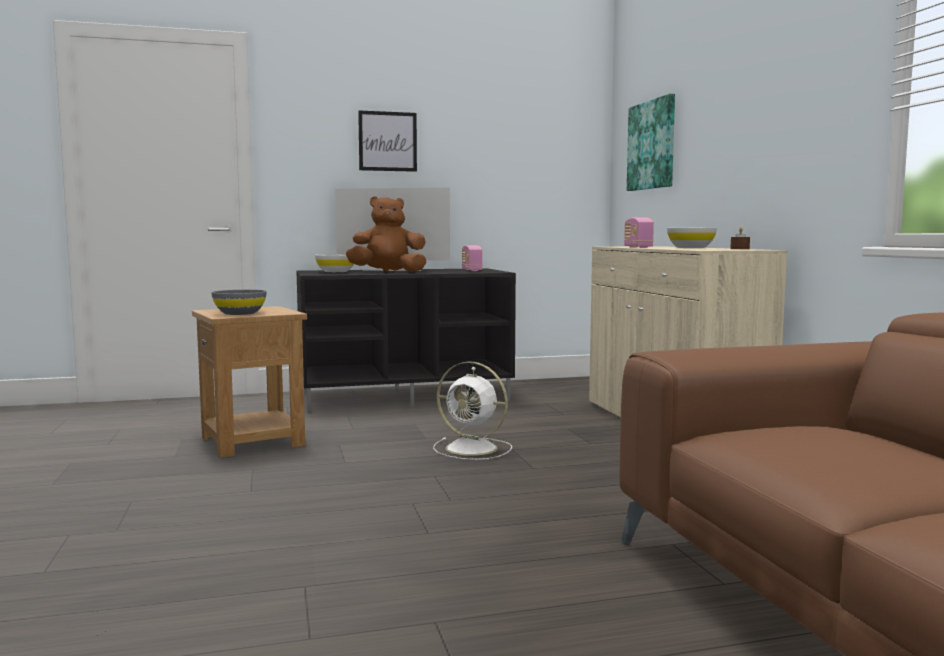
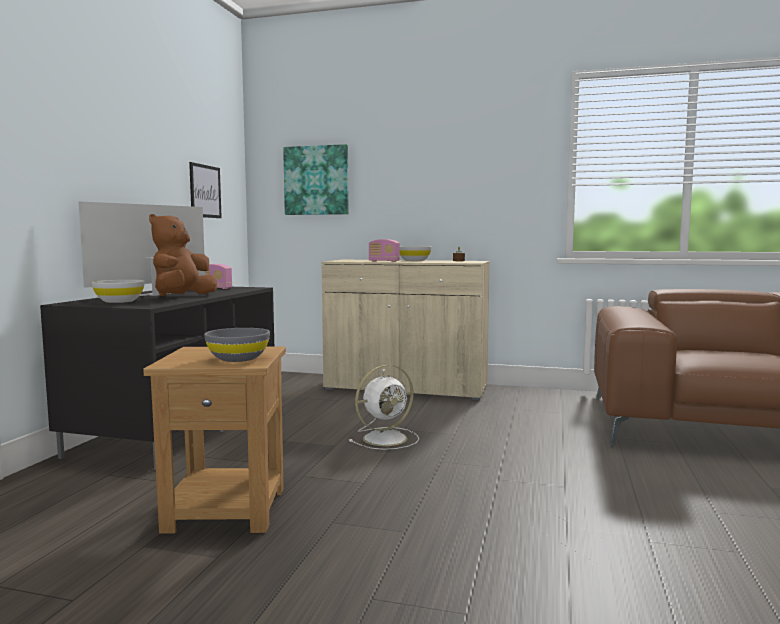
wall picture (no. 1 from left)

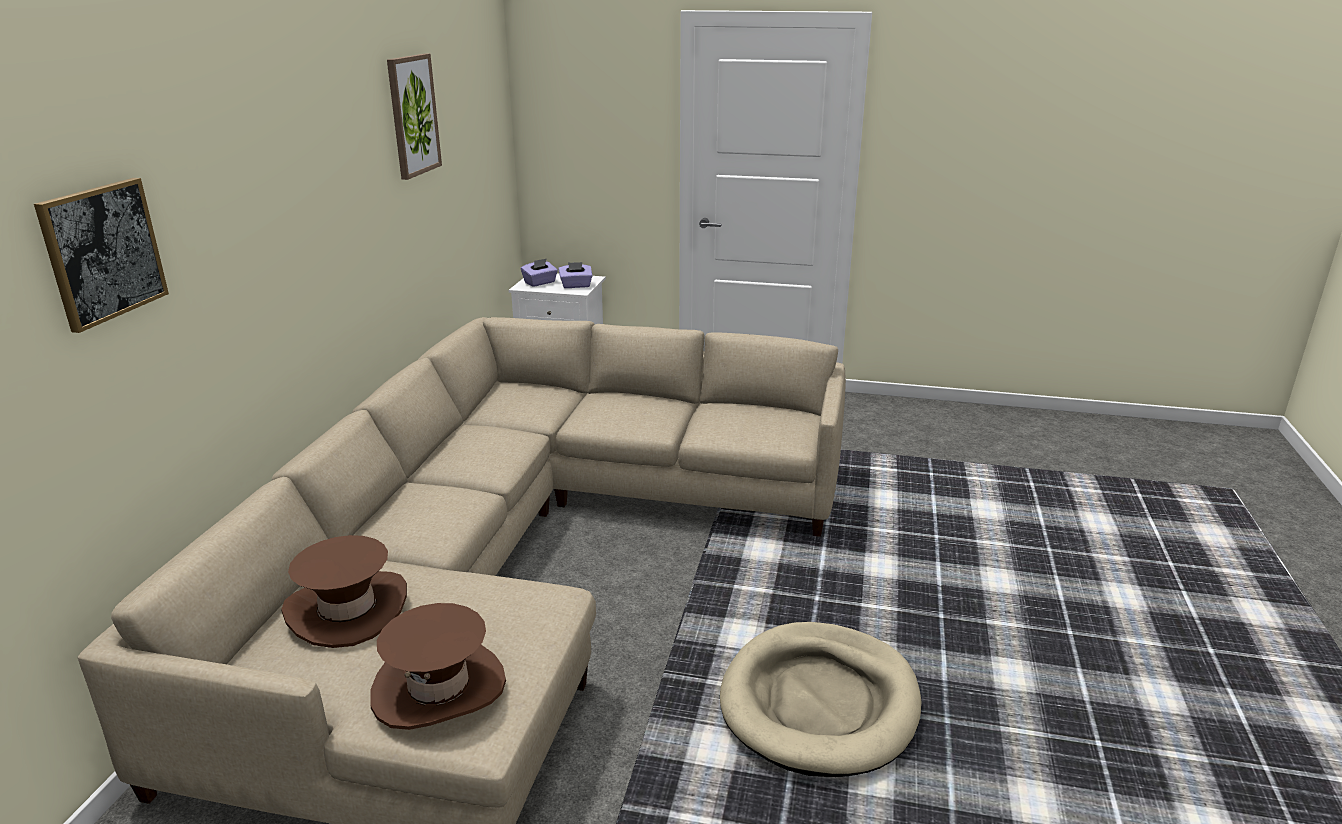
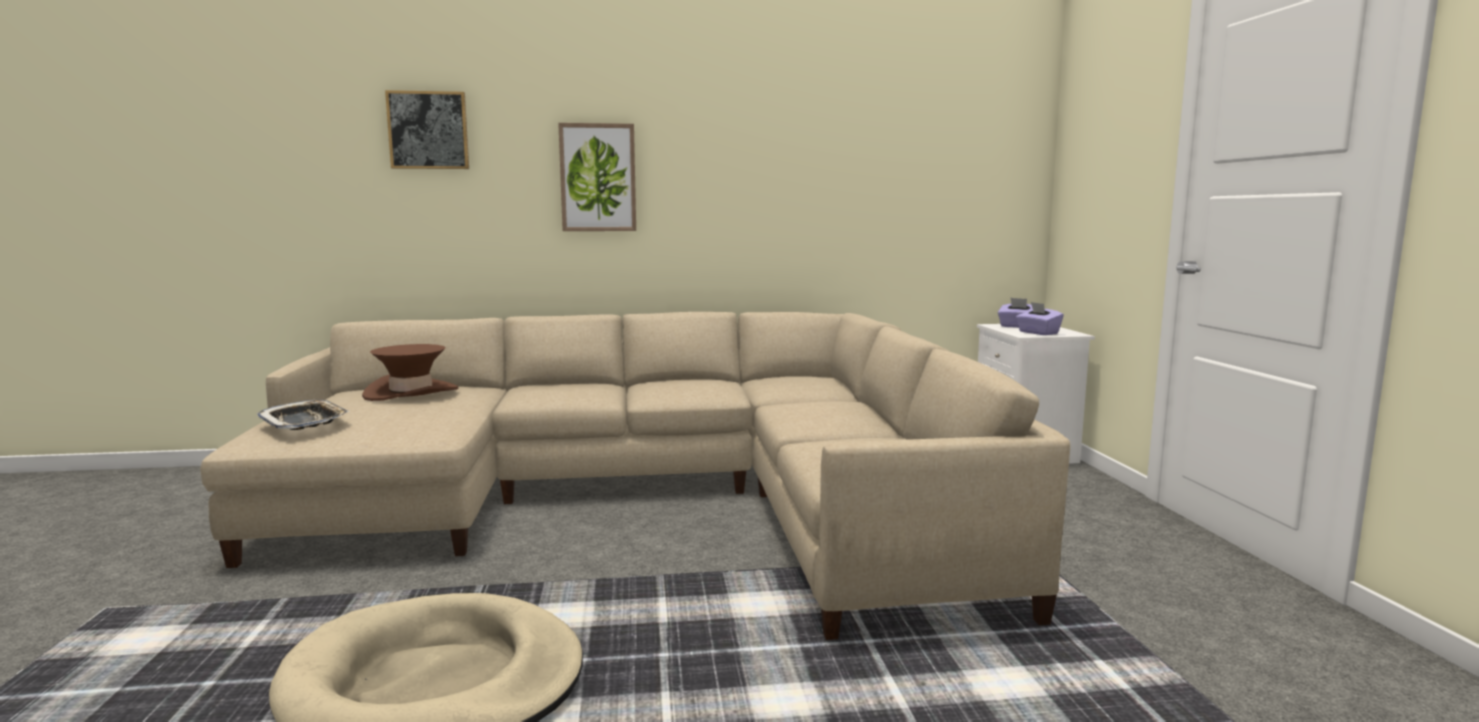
wall picture (no. 2 from left)
tray

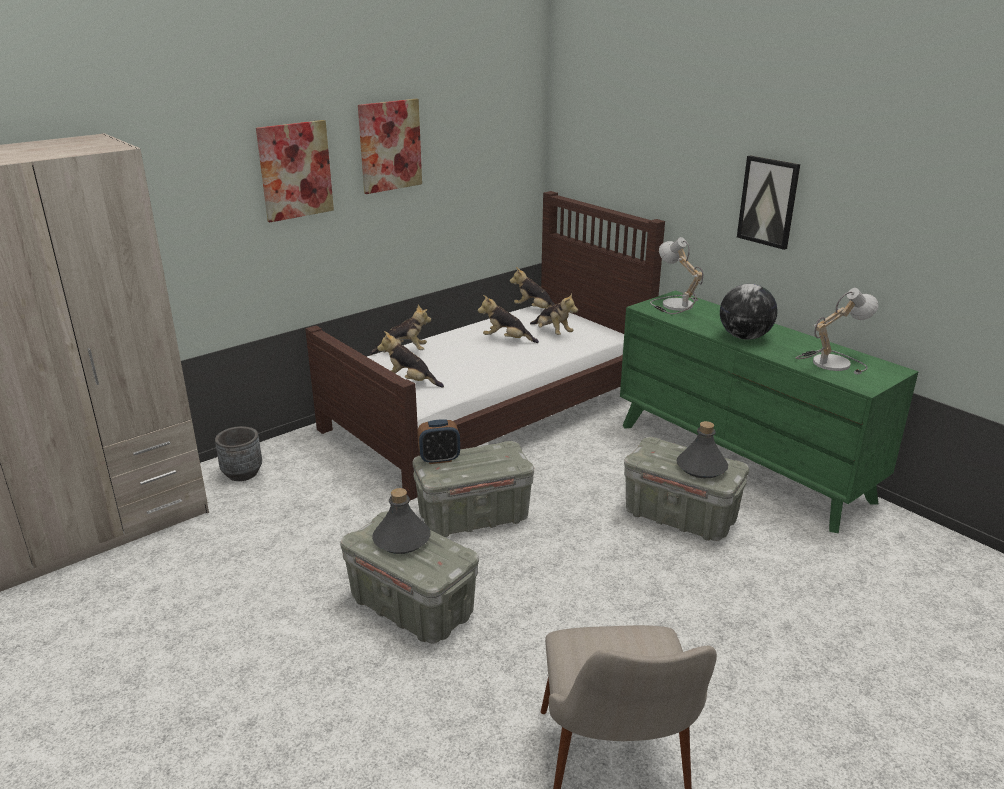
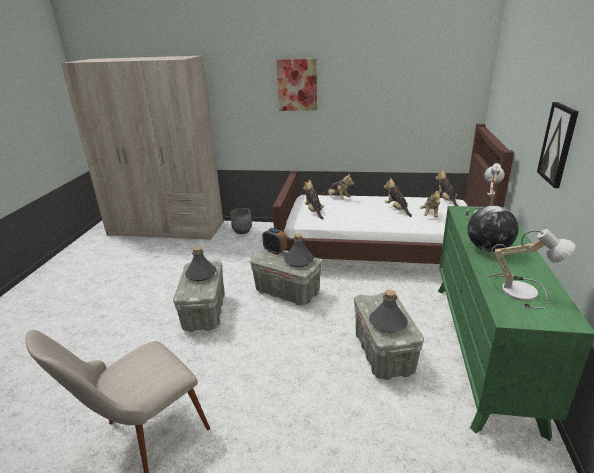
wall picture (no. 2 from left in the first image)
drink bottle (greyish) (no. 2 from left)

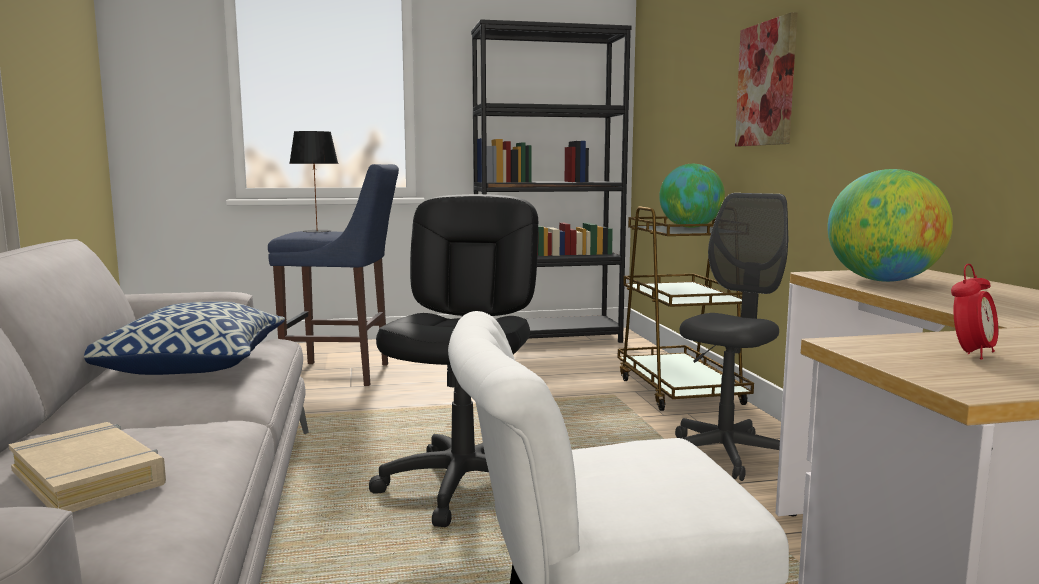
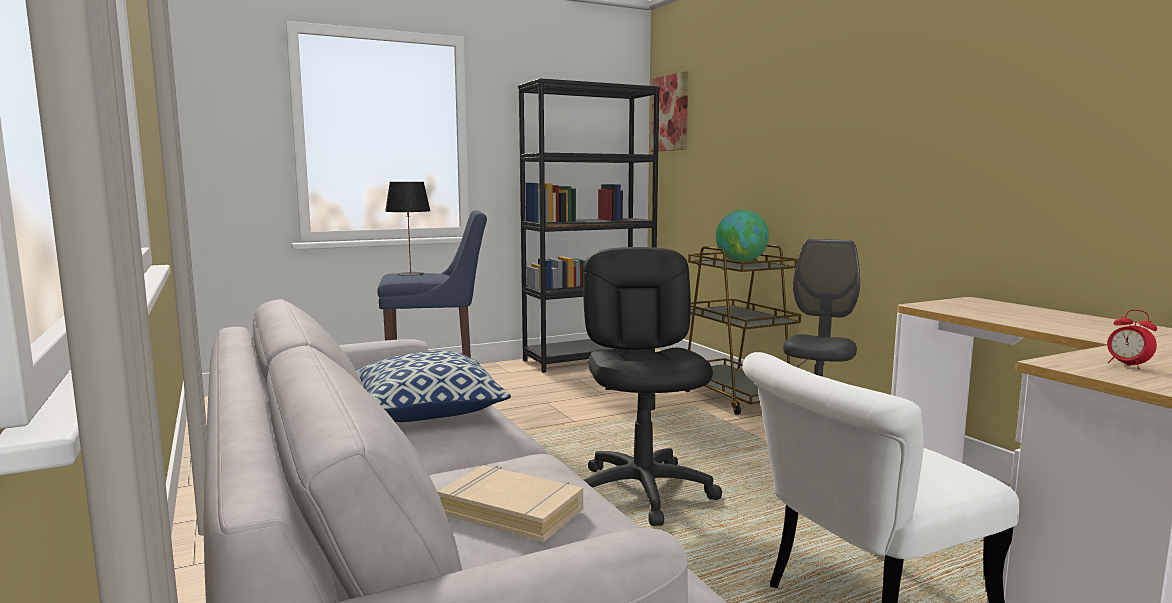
wall picture
desk globe (no. 2 from left in the first image)
table clock

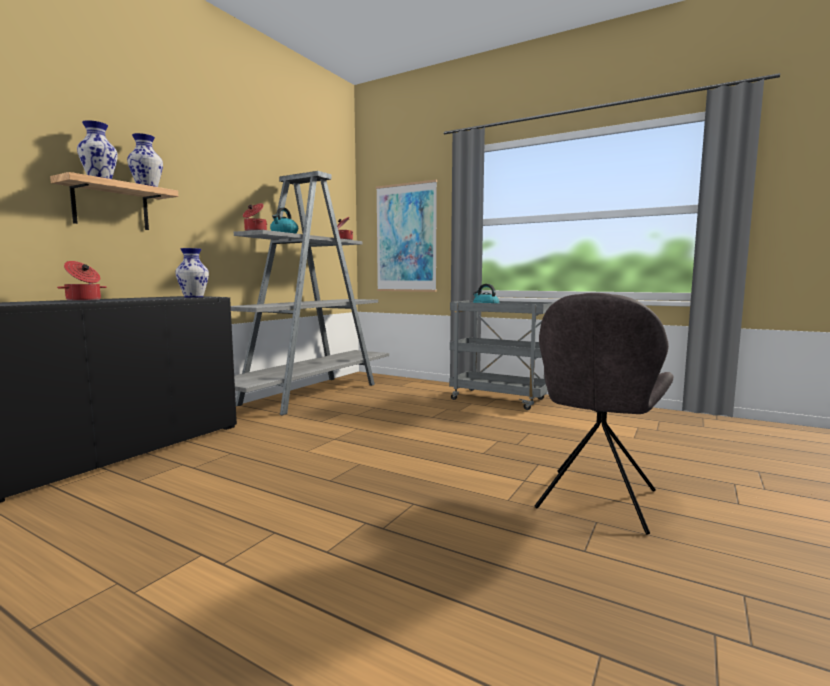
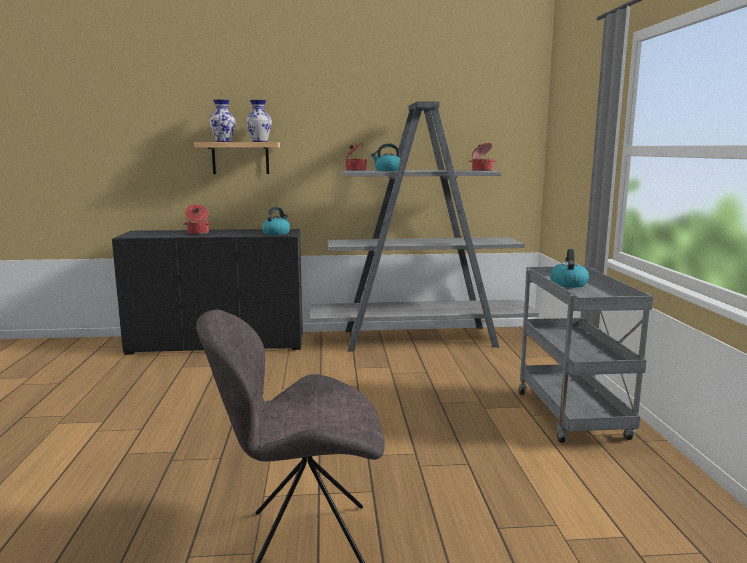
wall picture
kettle (no. 1 from left)

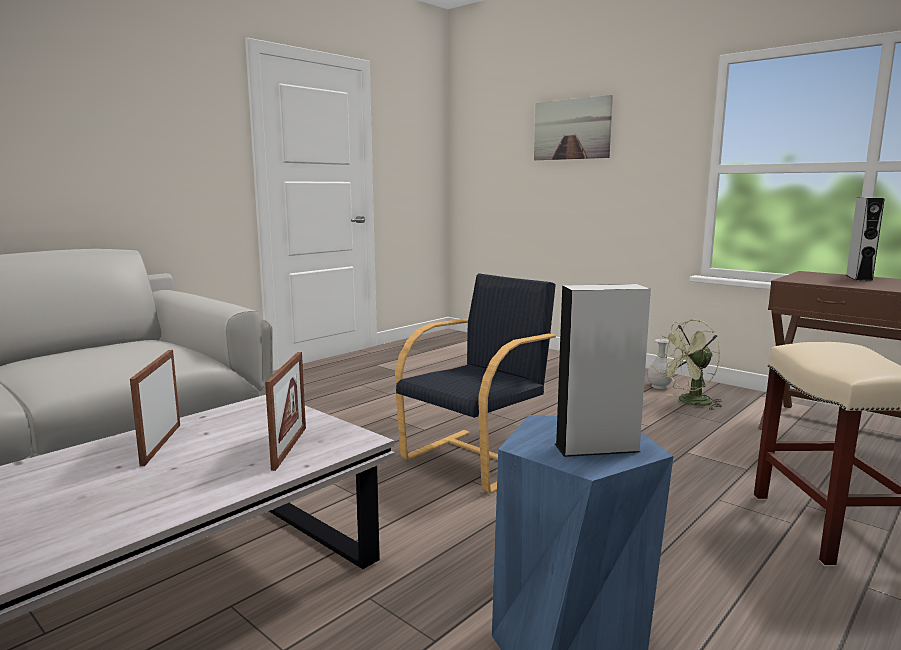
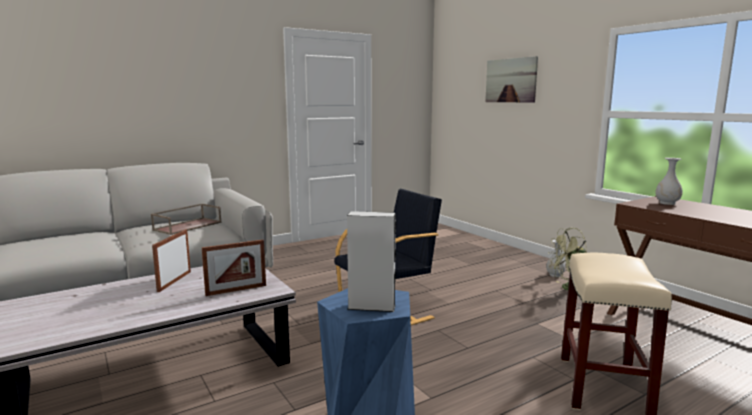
loudspeaker (greyish) (no. 2 from left in the first image)
photo frame (no. 2 from left)
vase (whitish) (no. 2 from left)
tray (brown)

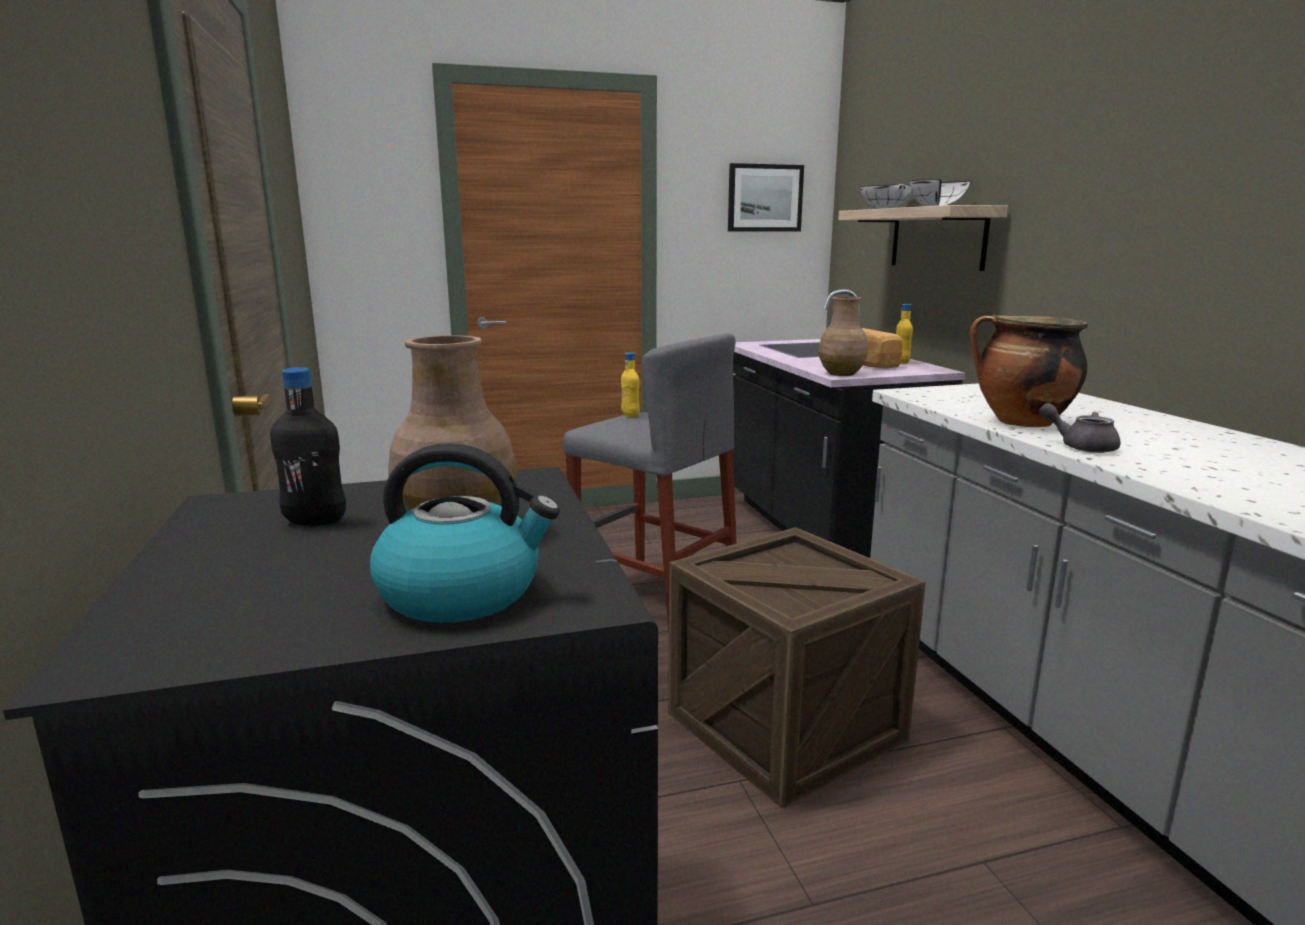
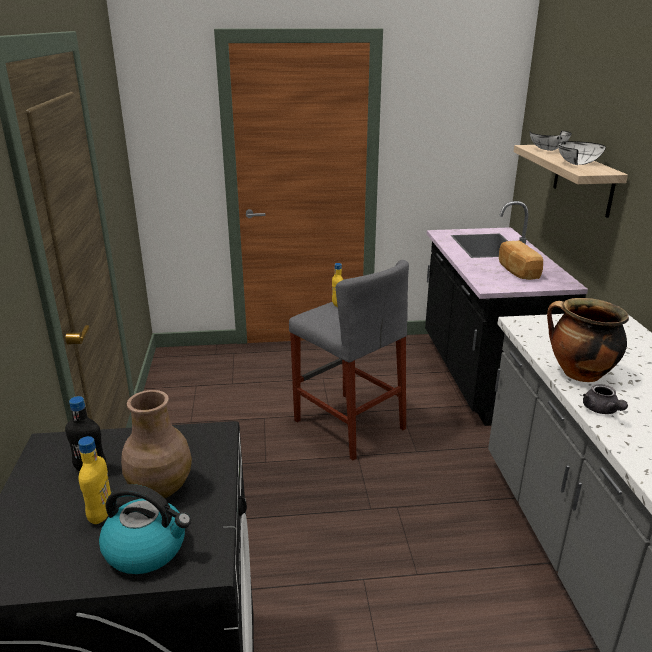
wall picture
vase (brown) (no. 2 from left in the first image)
drink bottle (yellow) (no. 1 from left)
teapot (greyish)
shipping crate

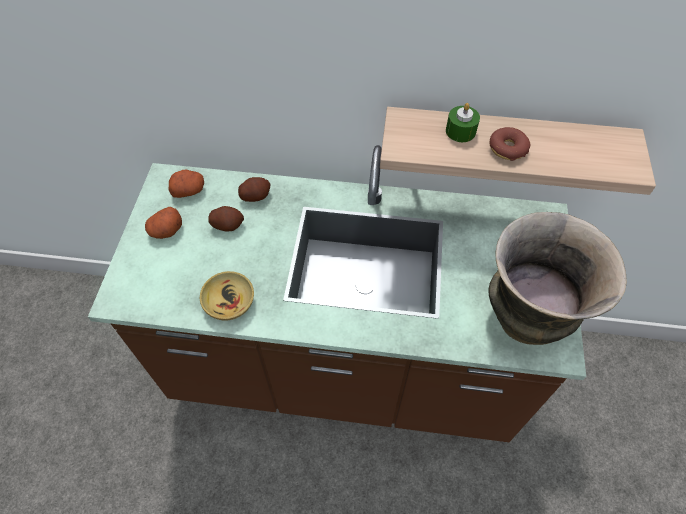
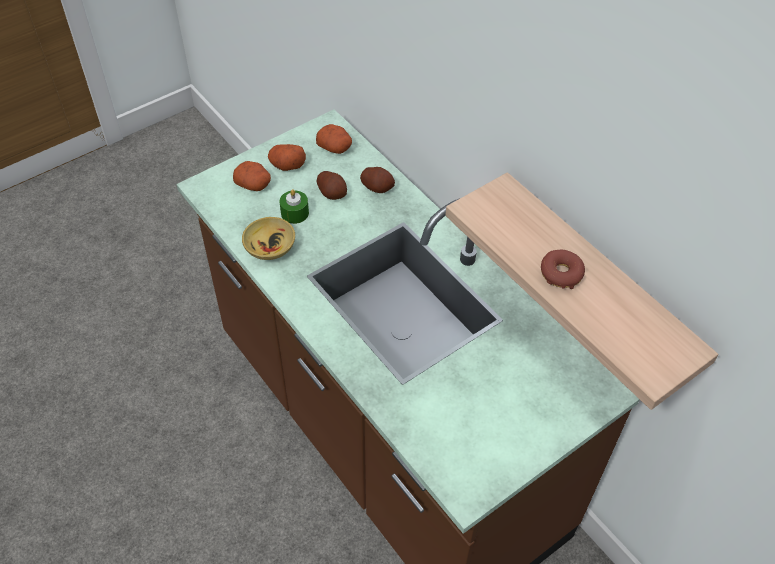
wax candle (green-coloured)
vase
spud (no. 1 from left)

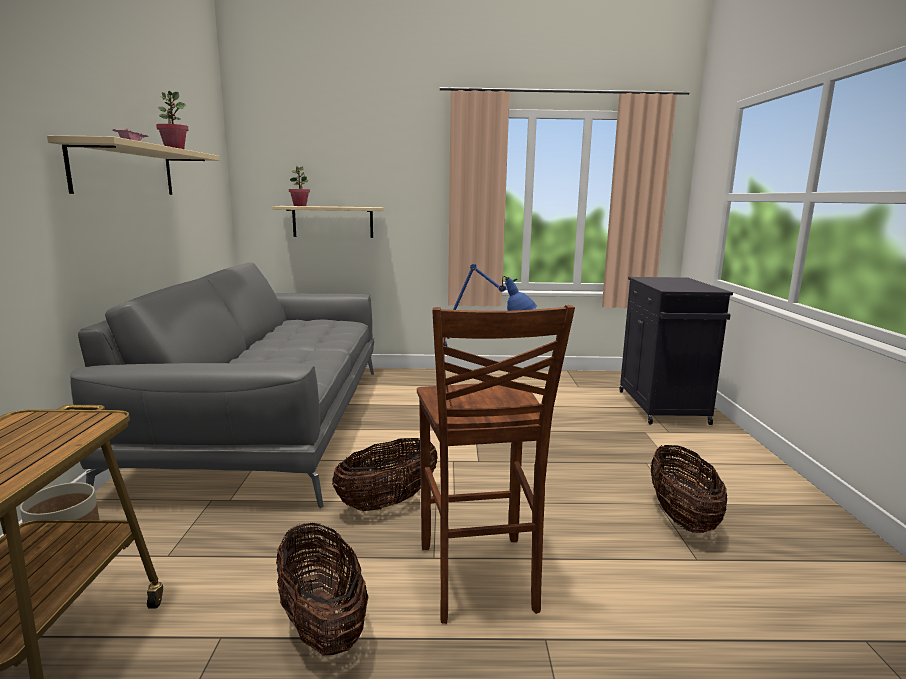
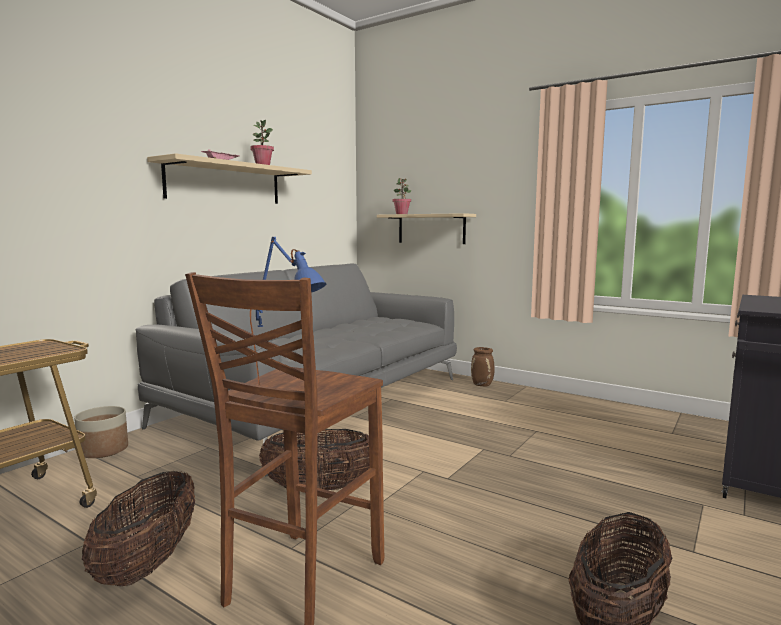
vase (brown)

